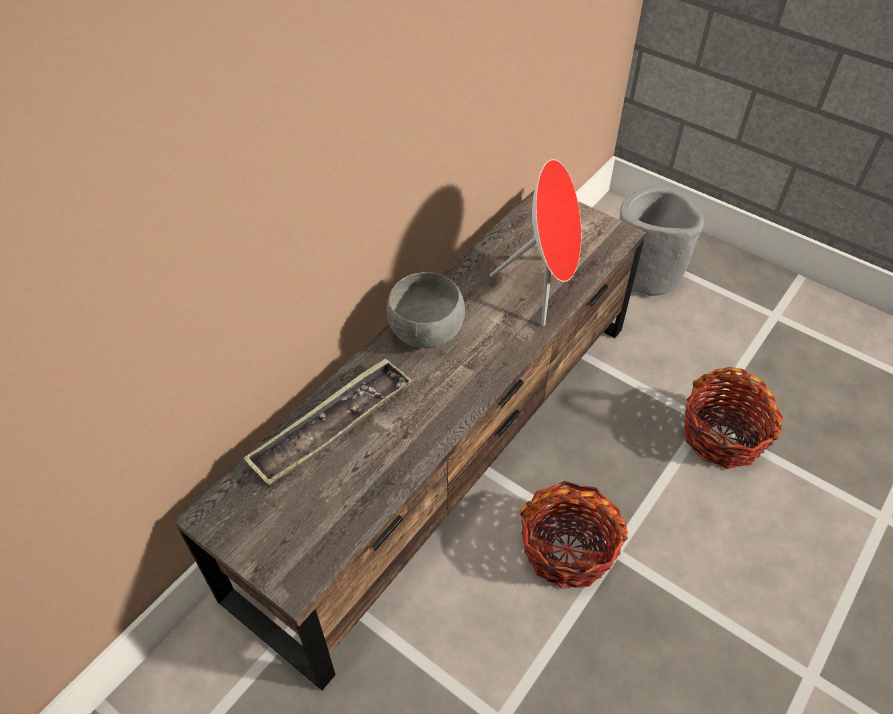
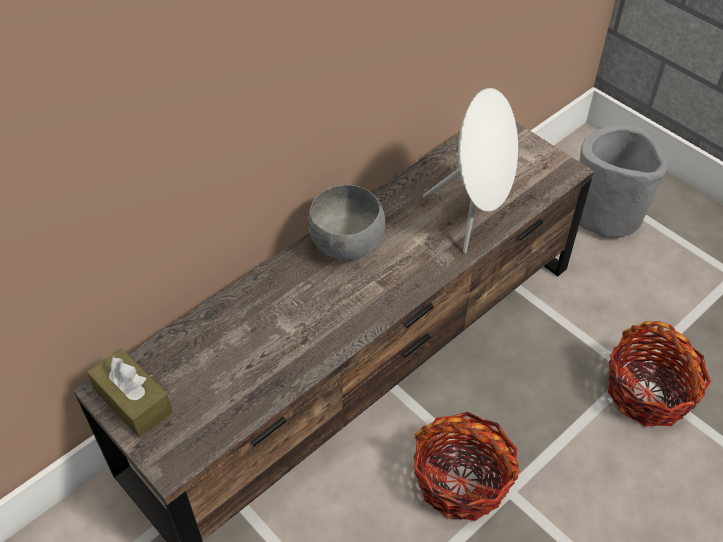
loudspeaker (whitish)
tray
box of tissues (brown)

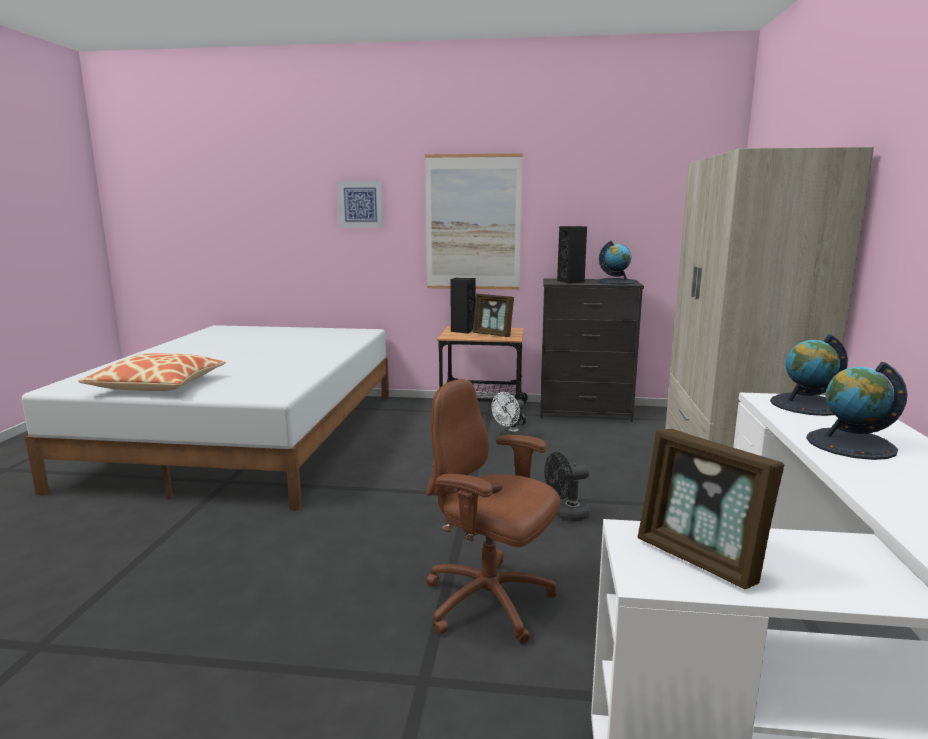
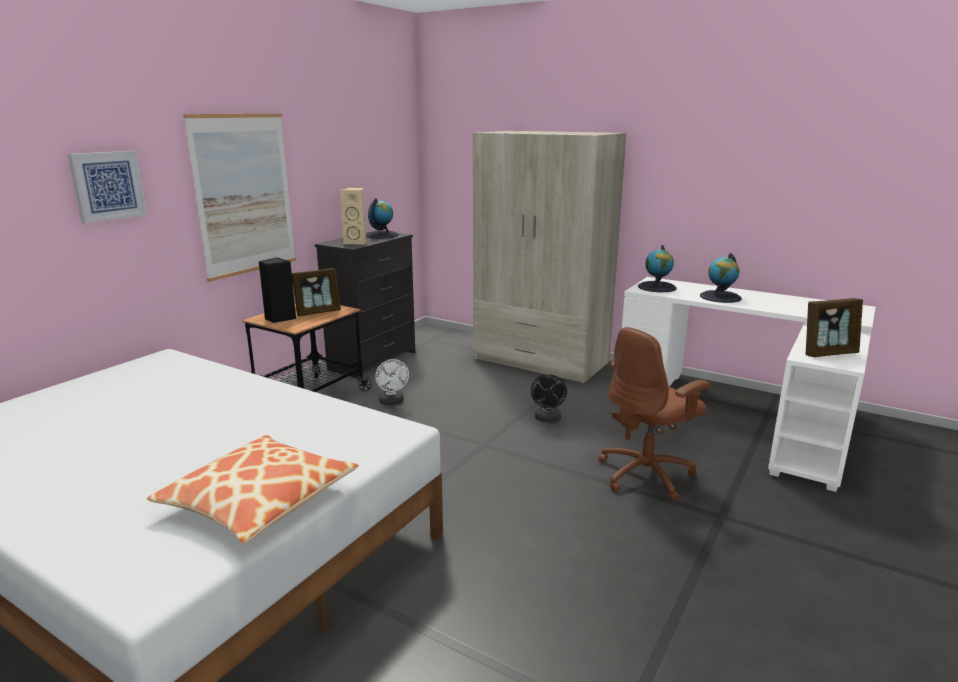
loudspeaker (beige-coloured)

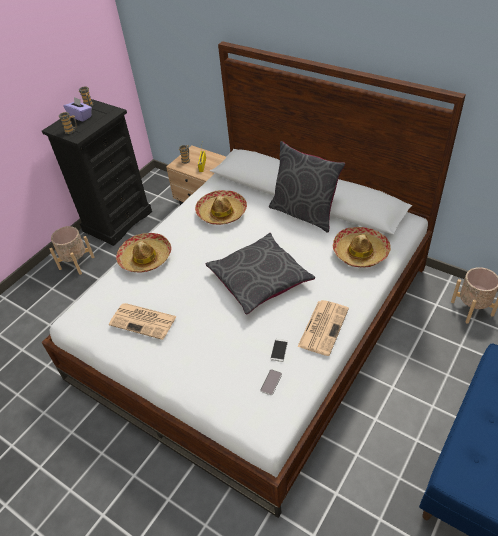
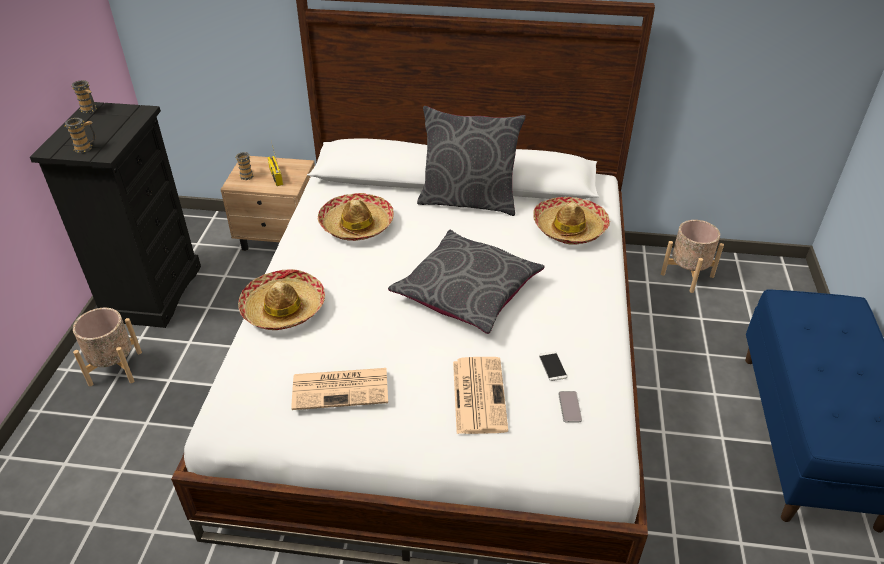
box of tissues (purple)
newspaper (no. 2 from left)

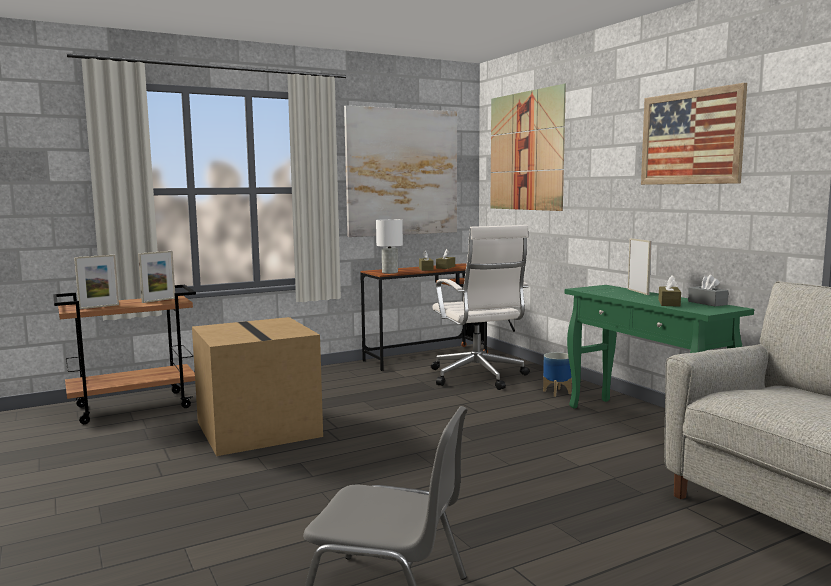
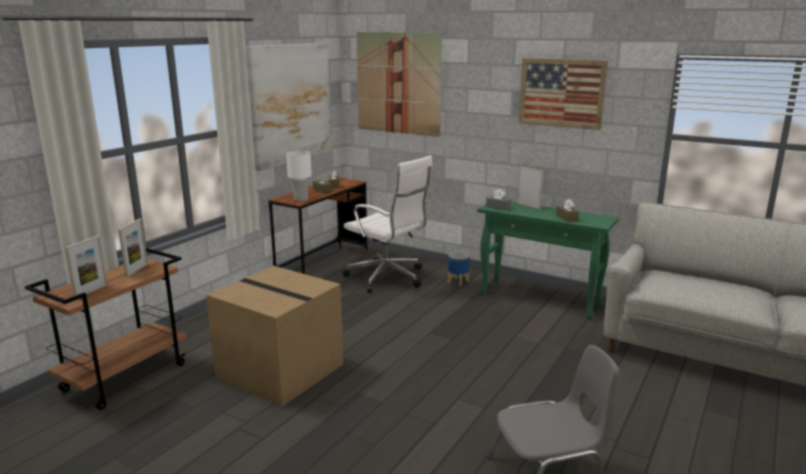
box of tissues (greyish)

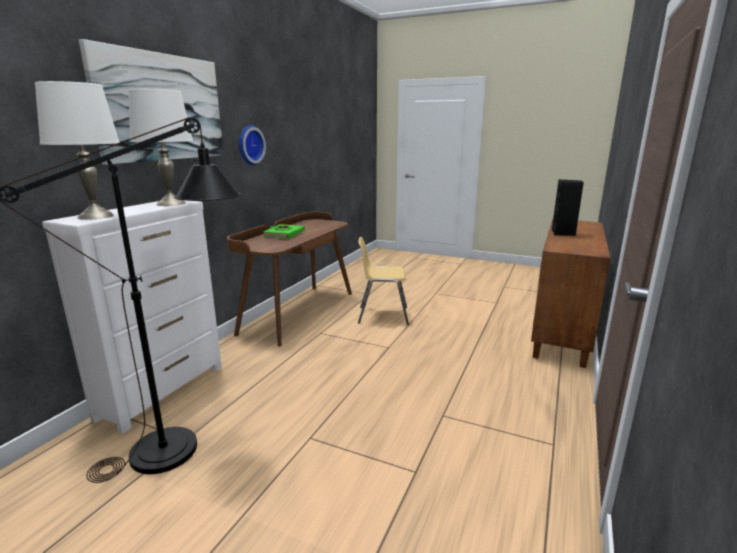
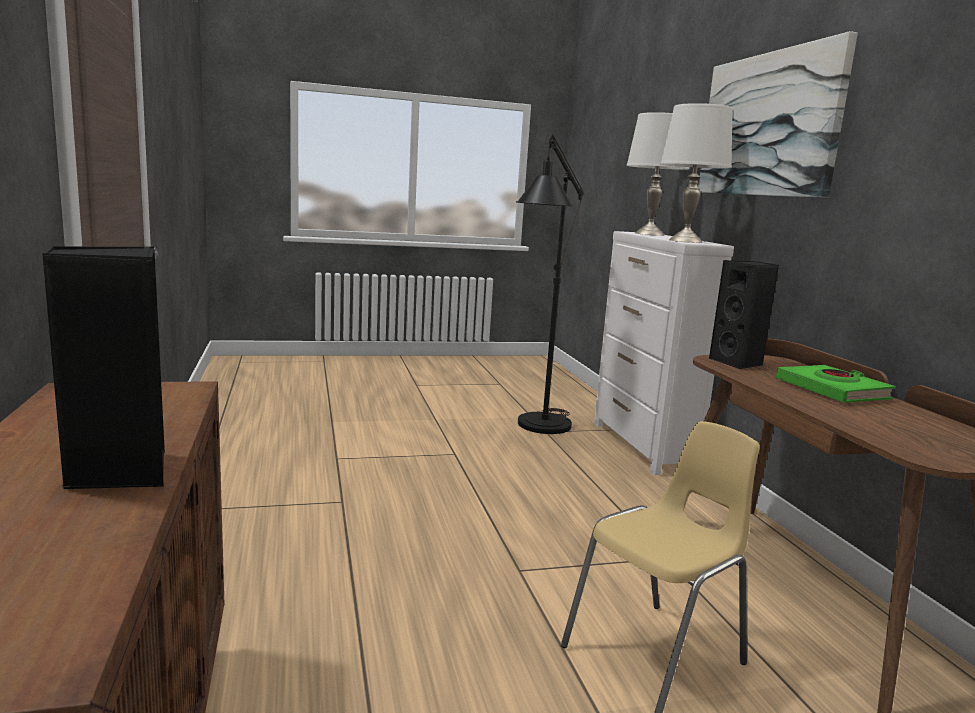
hanging clock
loudspeaker (blackish) (no. 2 from left)

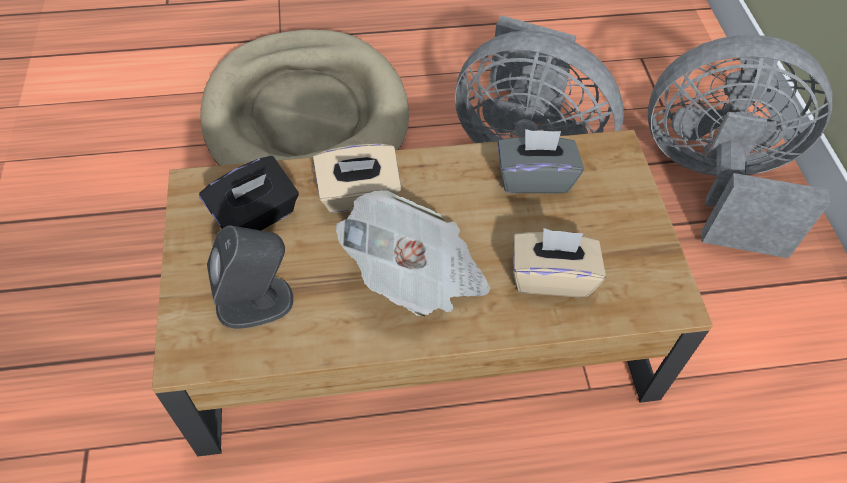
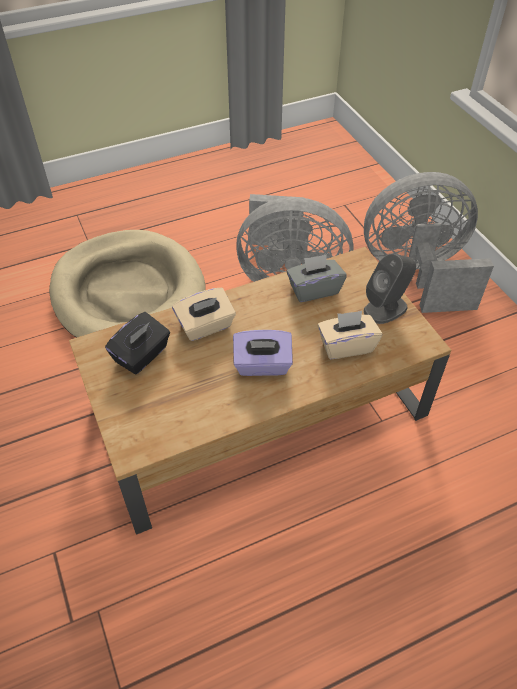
box of tissues (purple)
loudspeaker (greyish)

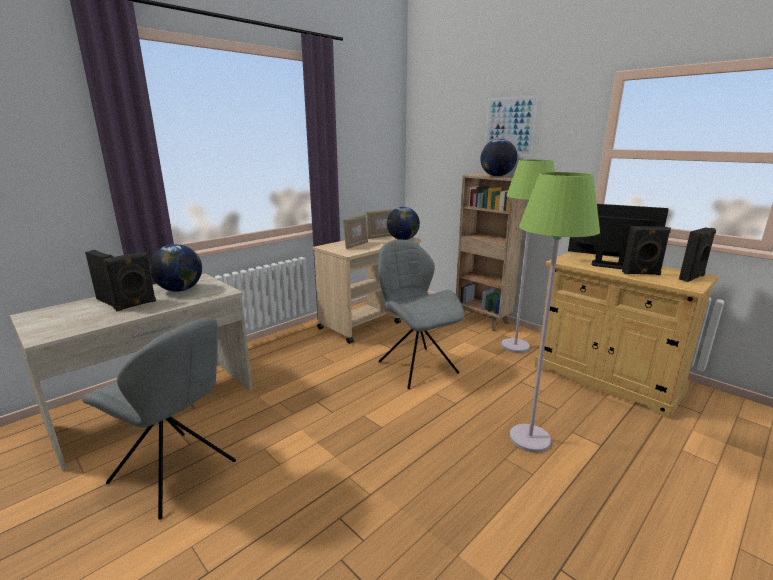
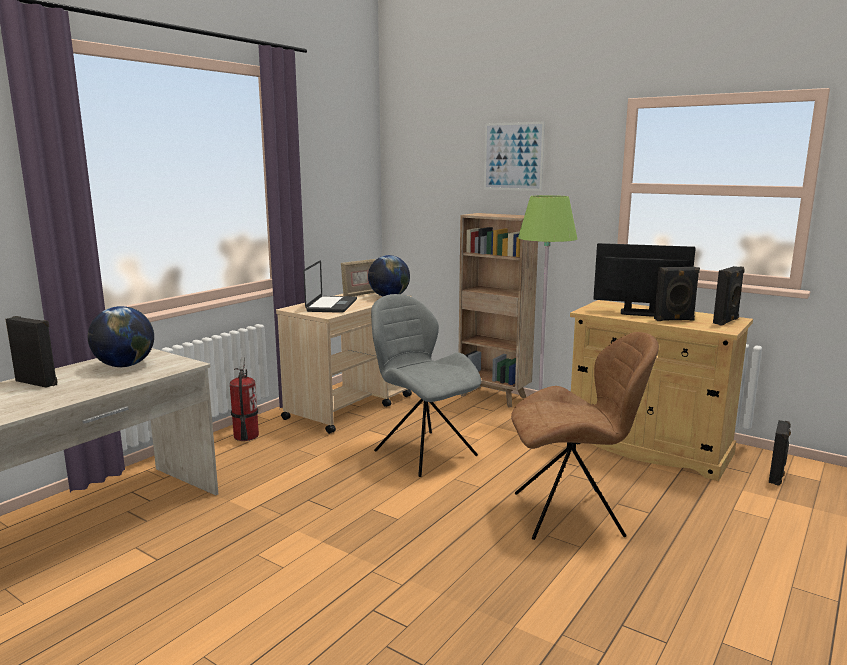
desk globe (no. 3 from left in the first image)
plain chair (brown)
notebook computer
loudspeaker (blackish) (no. 4 from left)
plain chair (greyish) (no. 1 from left in the first image)
fire-fighting cylinder

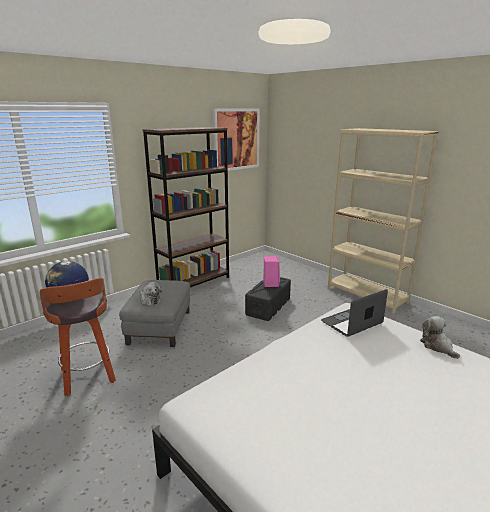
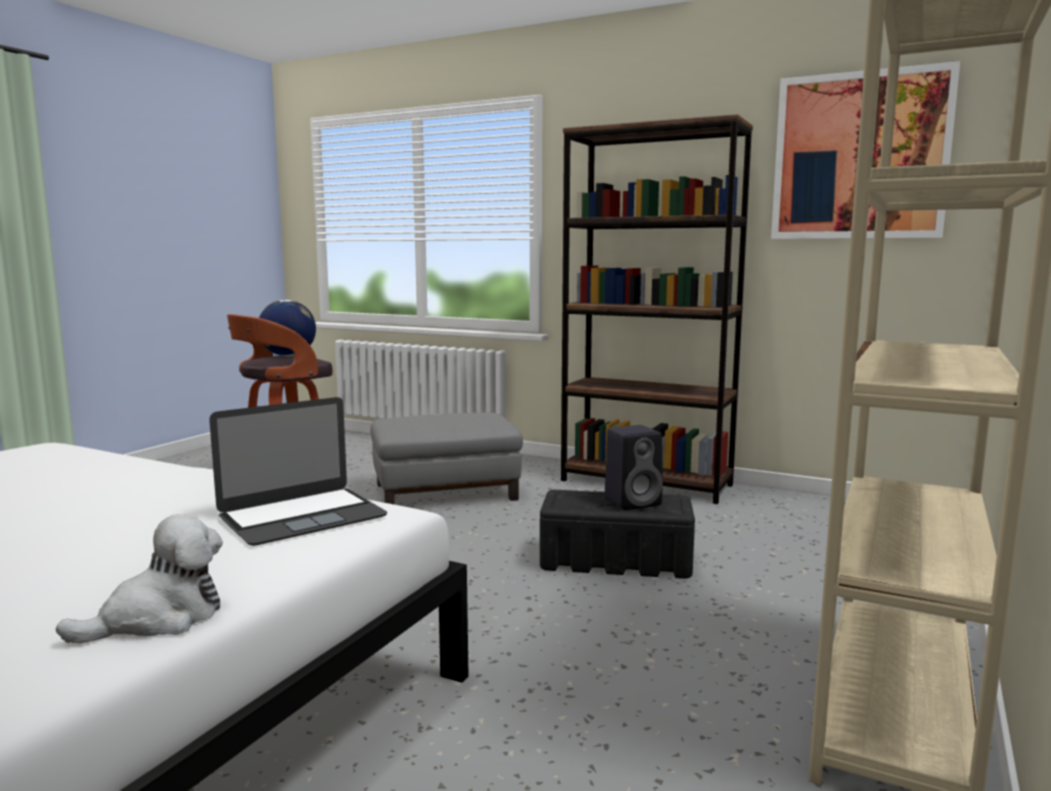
loudspeaker (blackish)
soft toy (no. 1 from left in the first image)
notebook computer

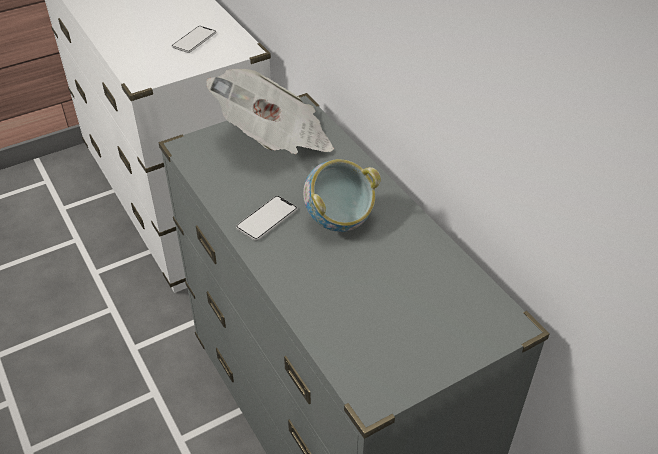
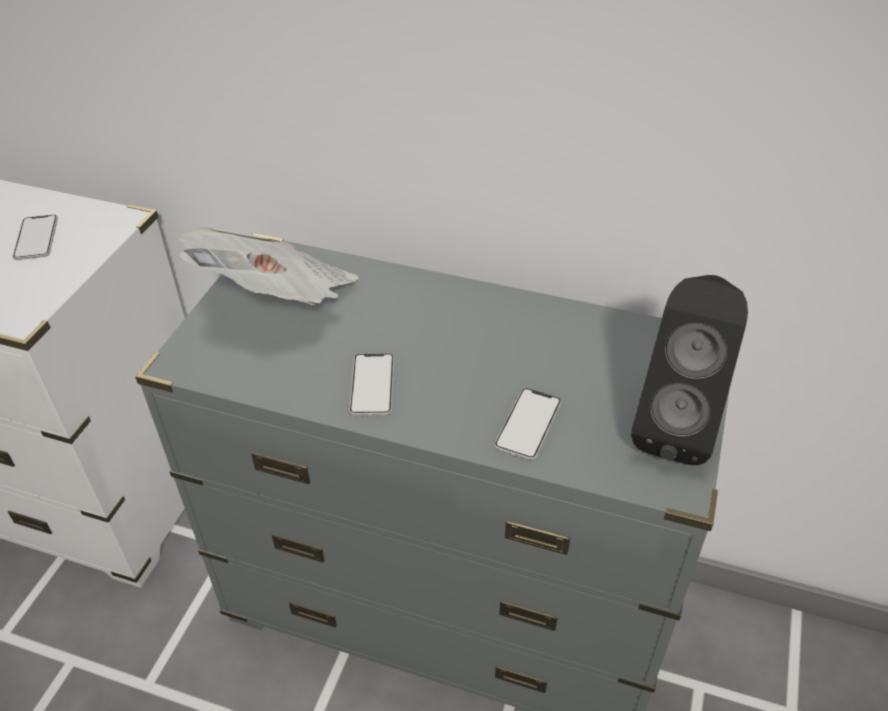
serving bowl
loudspeaker (blackish)
phone (no. 3 from left)

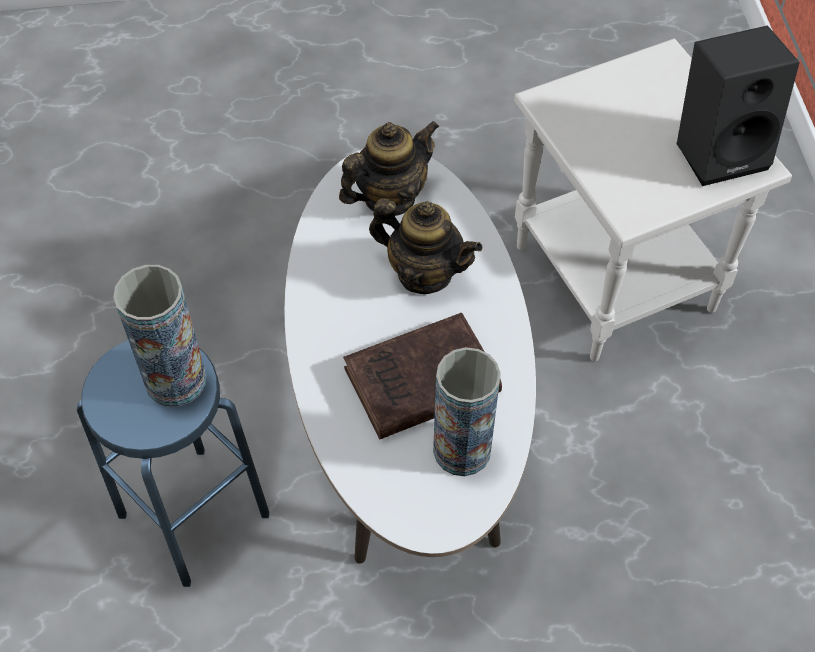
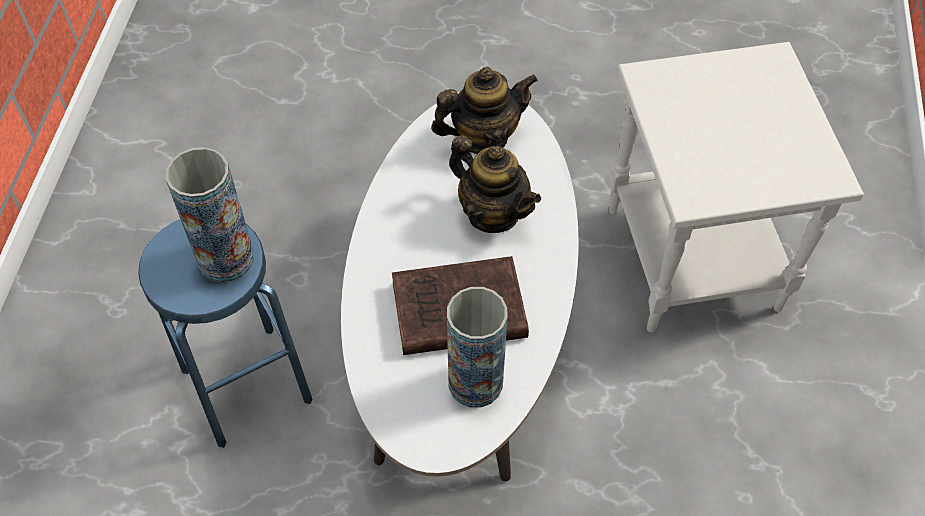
loudspeaker (blackish)

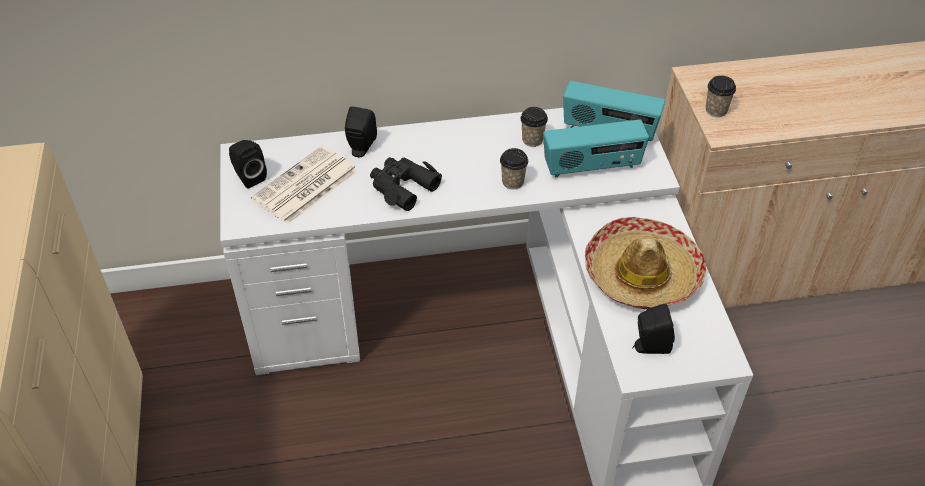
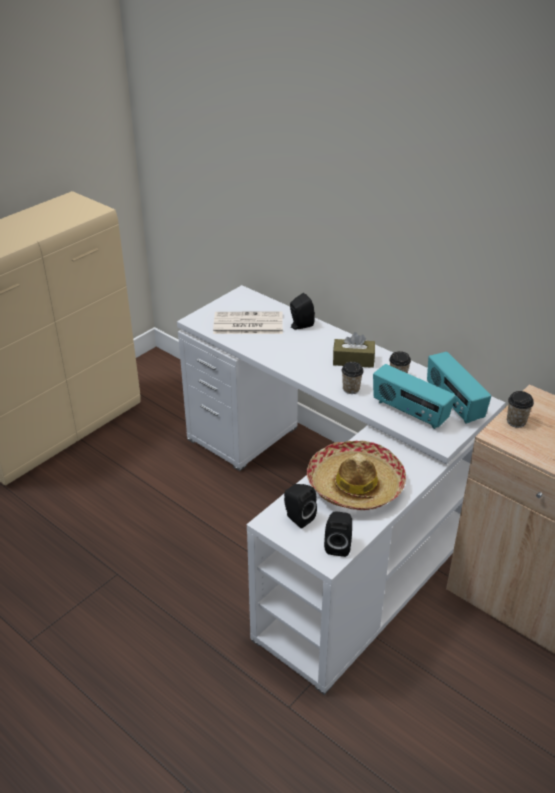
loudspeaker (blackish) (no. 3 from left)
field glasses (blackish)
box of tissues (brown)

